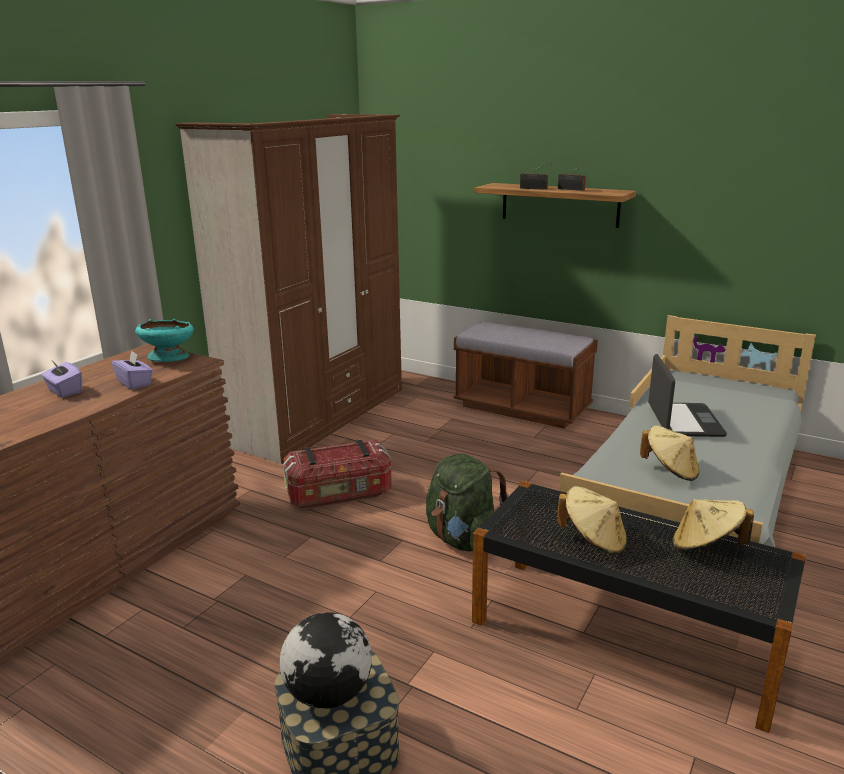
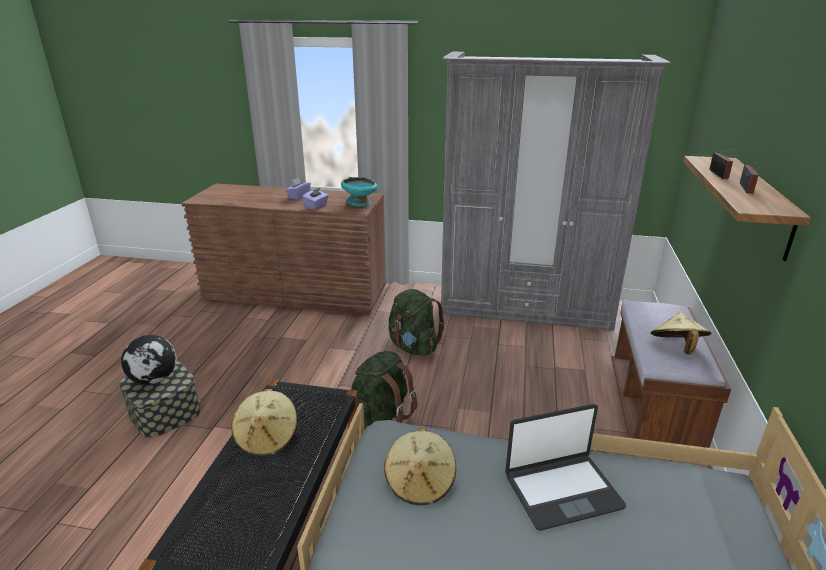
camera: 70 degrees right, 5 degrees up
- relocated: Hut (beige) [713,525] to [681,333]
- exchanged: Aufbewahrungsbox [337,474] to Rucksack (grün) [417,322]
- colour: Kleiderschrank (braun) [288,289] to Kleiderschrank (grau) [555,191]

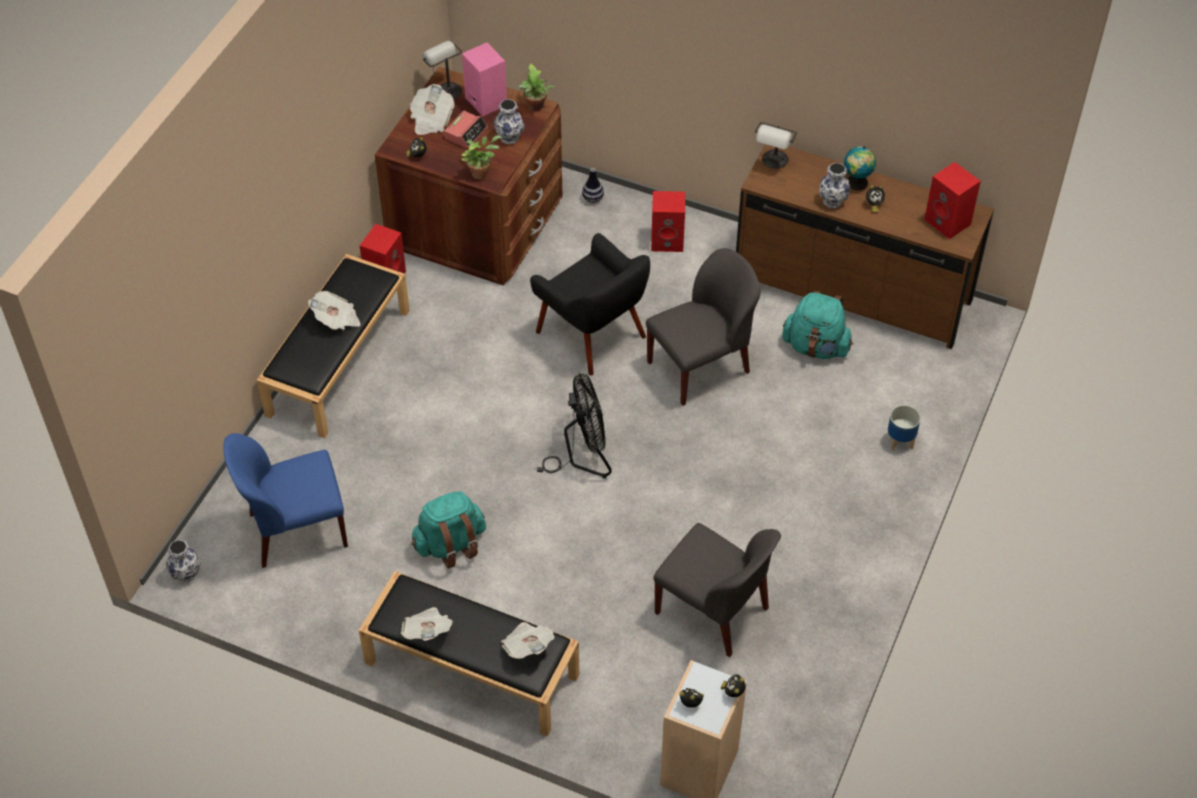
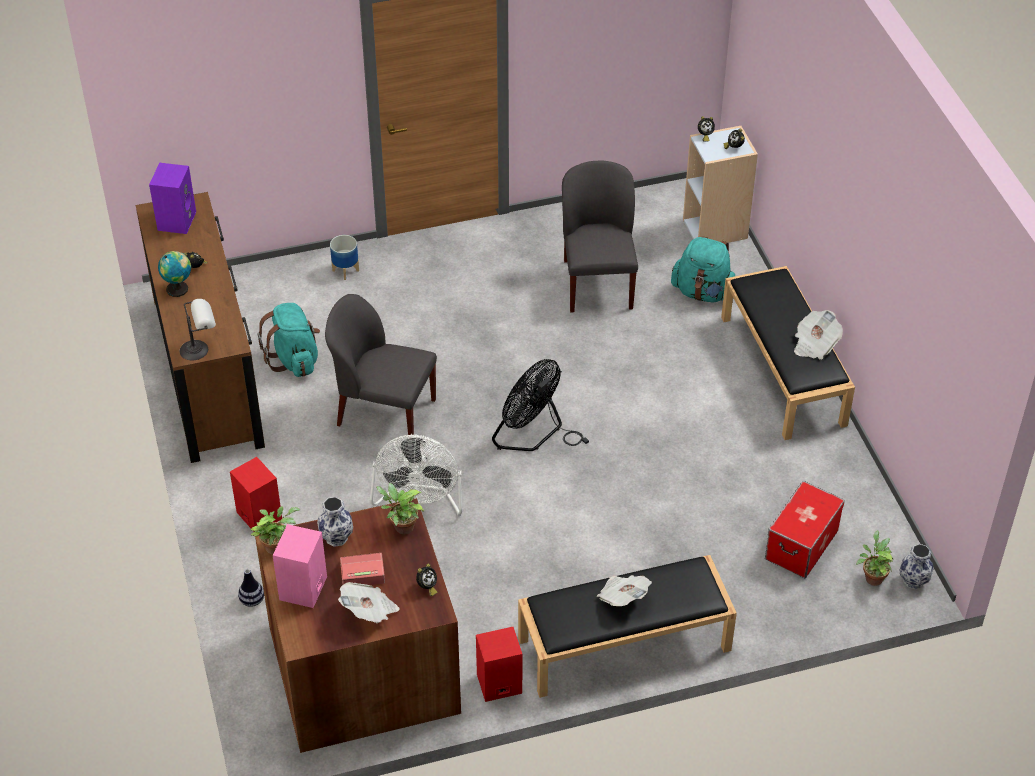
camera: 130 degrees left, 5 degrees down
- missing: Tischlampe [442,70]
- missing: Zeitung [528,640]
- missing: Vase [834,185]
- appeared: Topfpflanze [875,558]
- relocated: Rucksack (türkis) [448,530] to [703,269]
- exchanged: Stuhl (blau) [285,500] to Aufbewahrungsbox [805,529]
- exchanged: Sessel (schwarz) [590,304] to Ventilator (weiß) [416,475]
- colour: Lautsprecher (rot) [952,200] to Lautsprecher (lila) [172,198]

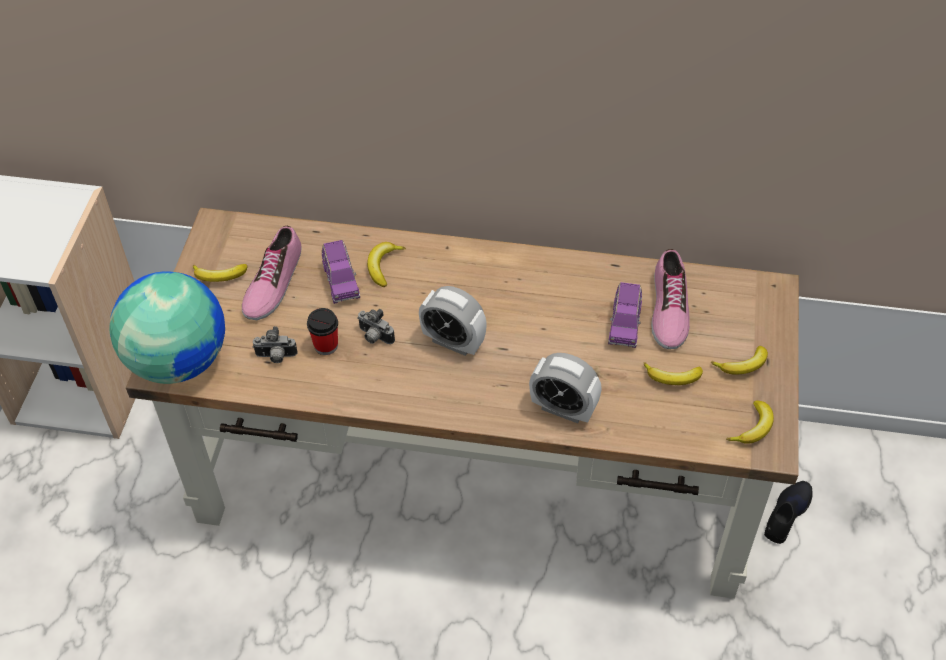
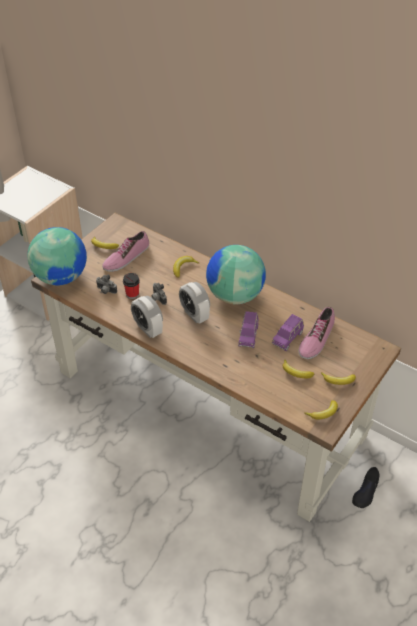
camera: 25 degrees right, 5 degrees down
- appeared: Globus [236,274]
- relocated: Spielzeugauto (lila) [341,272] to [248,329]
- relocated: Wecker [565,388] to [147,317]
- spun: Schuh (schwarz) [788,512] = [365,487] 150 degrees clockwise

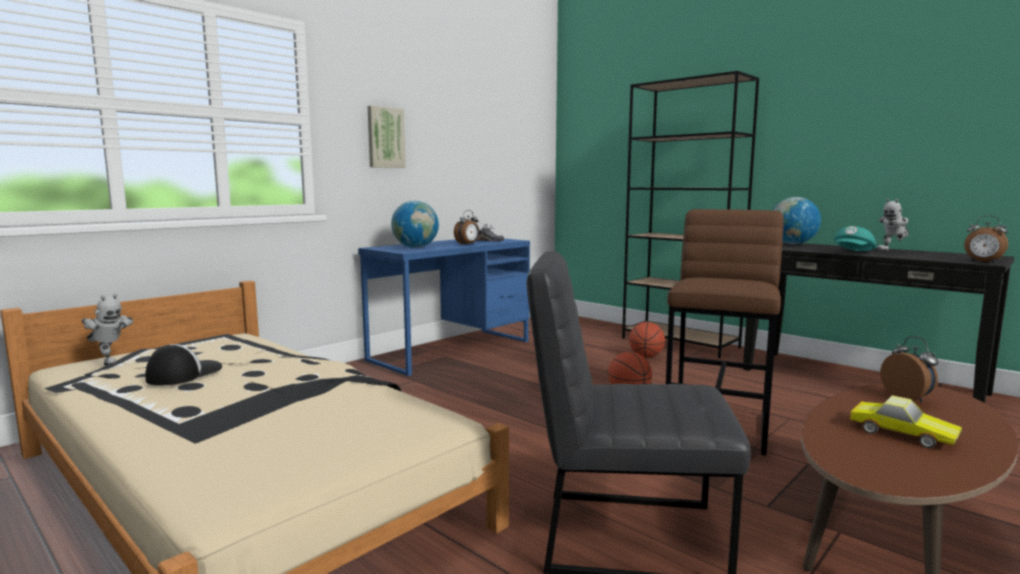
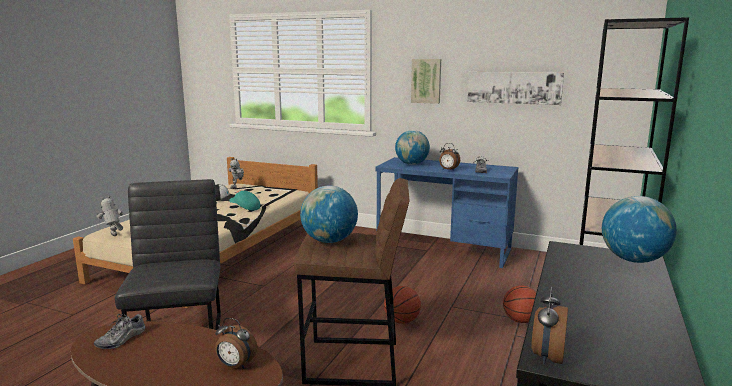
camera: 70 degrees right, 5 degrees up
- missing: Spielzeugauto [906,421]
- appeared: Schuh [119,331]
- appeared: Globus [329,214]
- appeared: Bild [516,88]
- relocated: Kappe (türkis) [855,238] to [244,201]
- relocated: Spielzeugroboter [893,225] to [109,216]
- spun: Wecker [909,369] = [236,343] 60 degrees clockwise

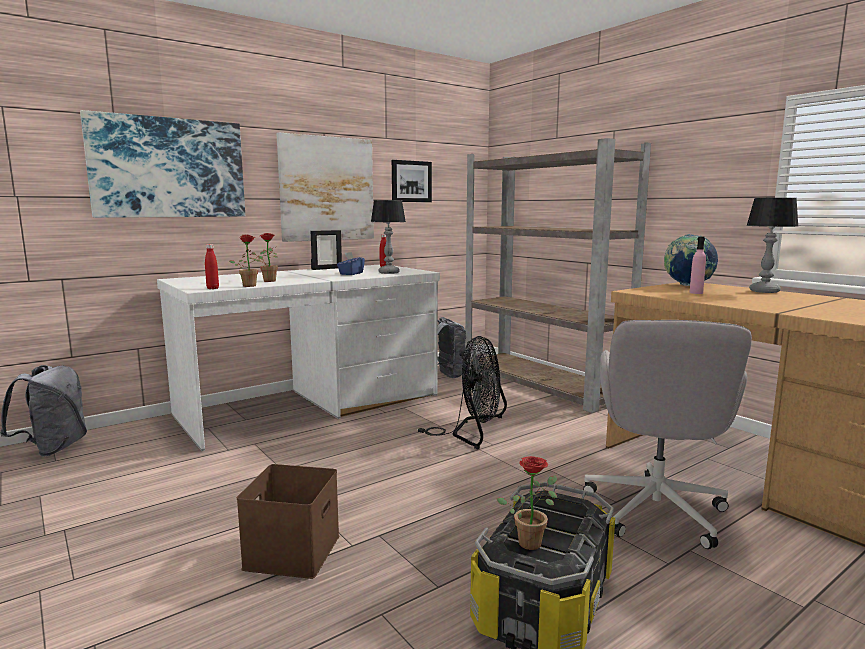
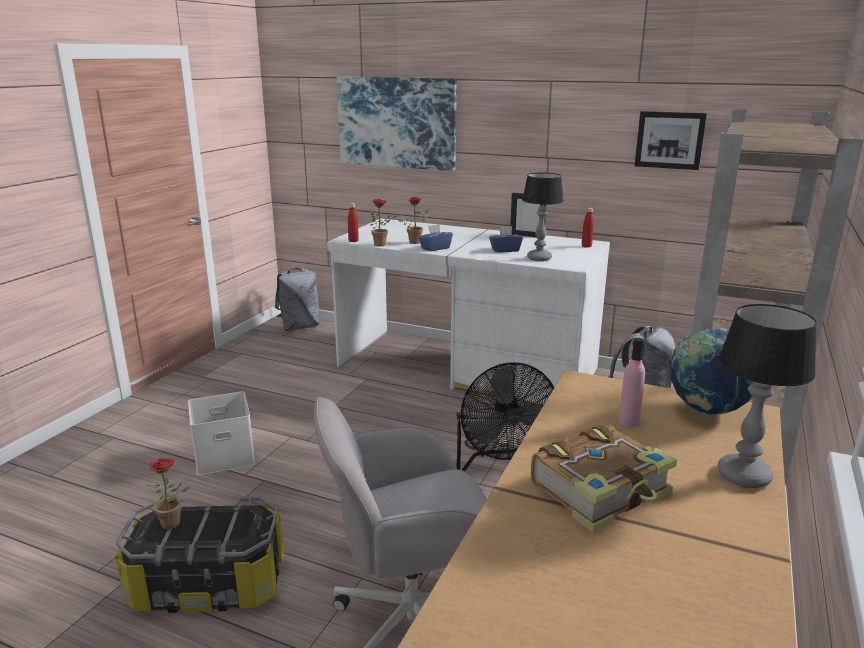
camera: 60 degrees right, 10 degrees up
- missing: Bild [325,187]
- appeared: Taschentuchbox (blau) [435,237]
- appeared: Buch [604,478]
- colour: Aufbewahrungsbox (braun) [288,521] to Aufbewahrungsbox (weiß) [221,433]

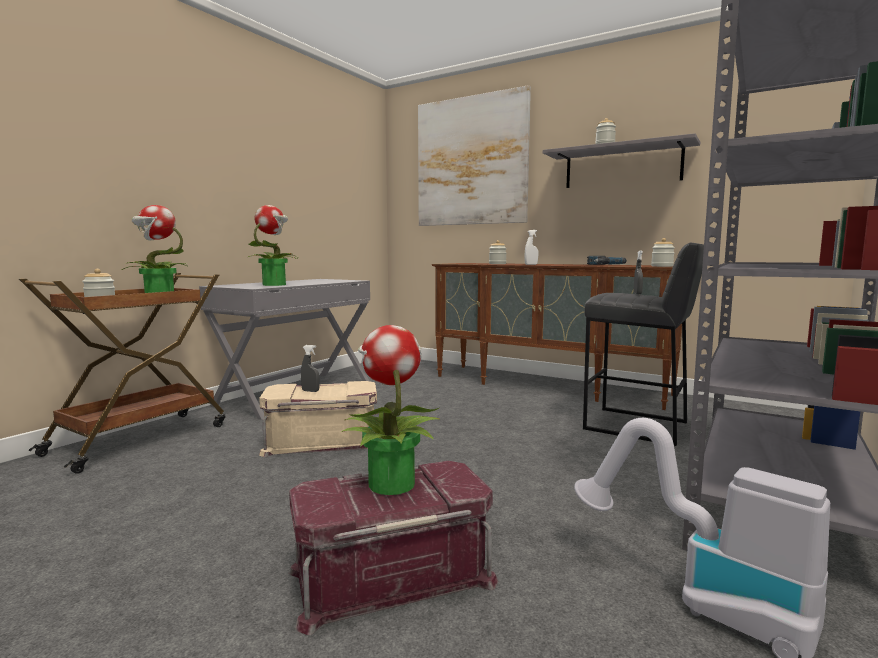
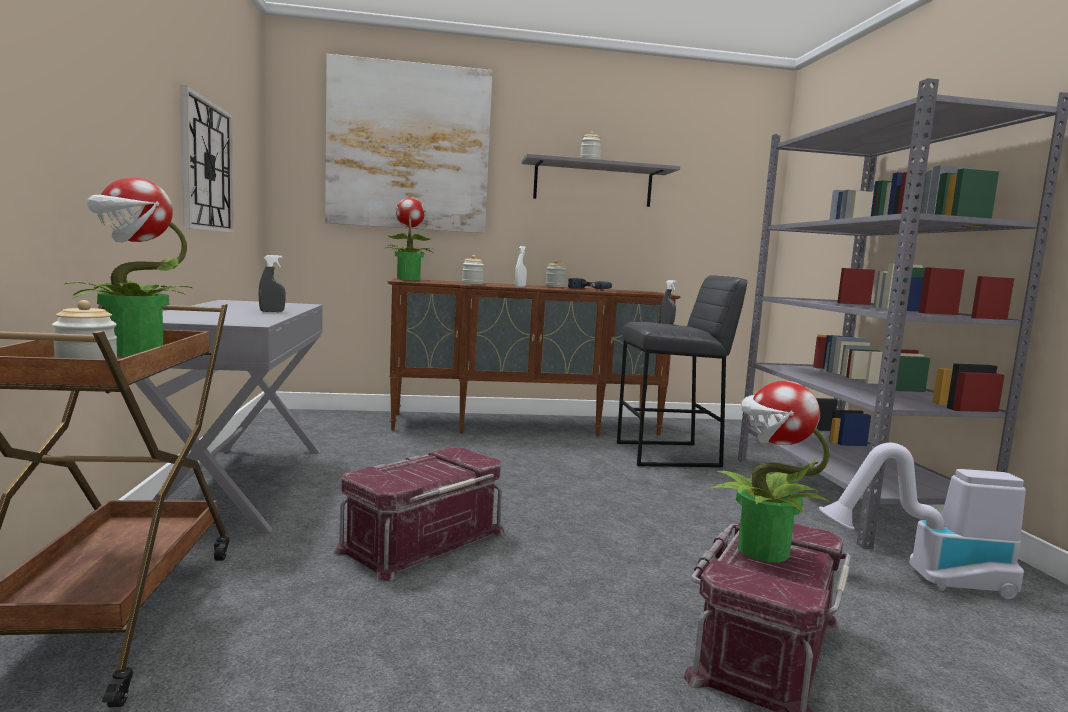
camera: 40 degrees left, 0 degrees up
- appeared: Wanduhr [207,159]
- relocated: Topfpflanze [273,245] to [410,239]
- relocated: Sprühflasche (grau) [310,368] to [272,283]
- relocated: Vorratsglas [663,252] to [556,273]
- colour: Aufbewahrungsbox (beige) [318,419] to Aufbewahrungsbox (rot) [419,514]

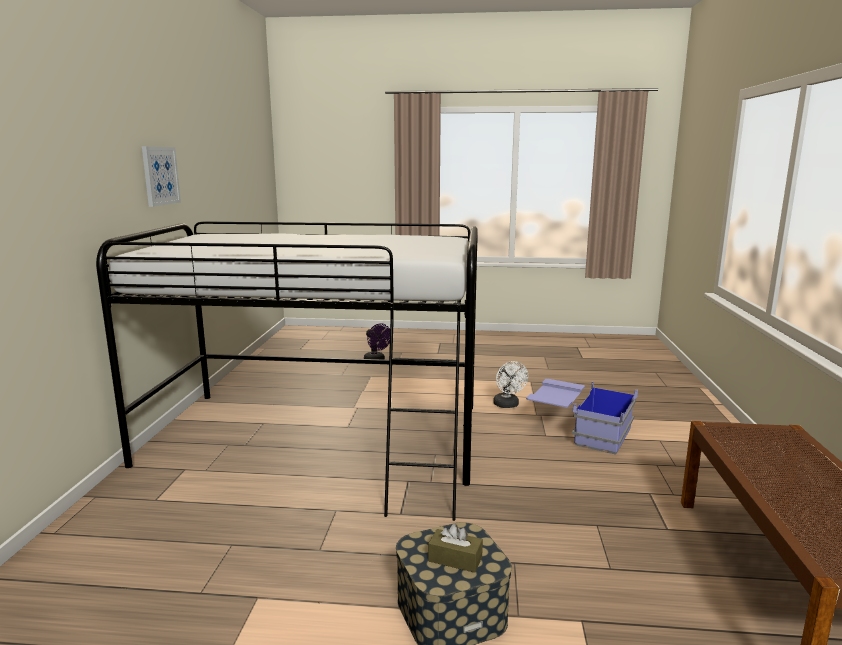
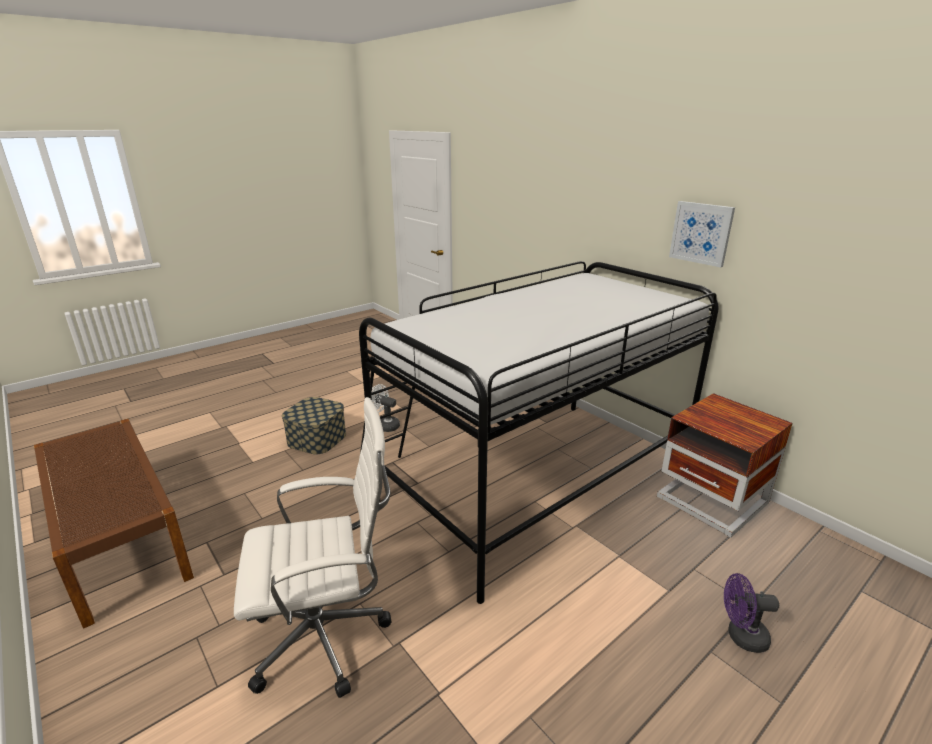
camera: 135 degrees right, 10 degrees up
- missing: Taschentuchbox (braun) [455,548]
- appeared: Nachttisch [725,465]
- relocated: Ventilator (weiß) [510,384] to [385,408]
- exchanged: Aufbewahrungsbox (blau) [582,417] to Bürostuhl (weiß) [313,547]

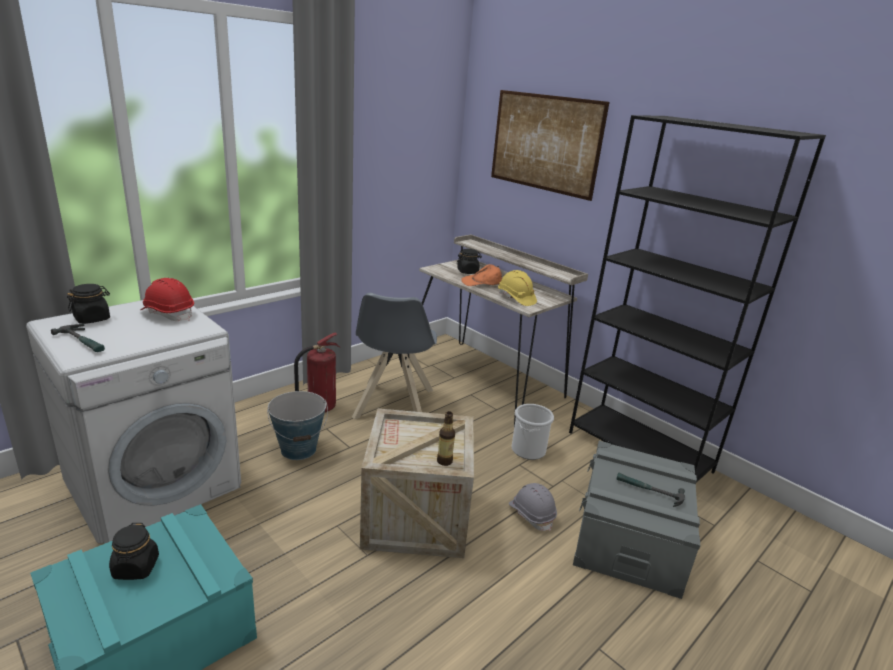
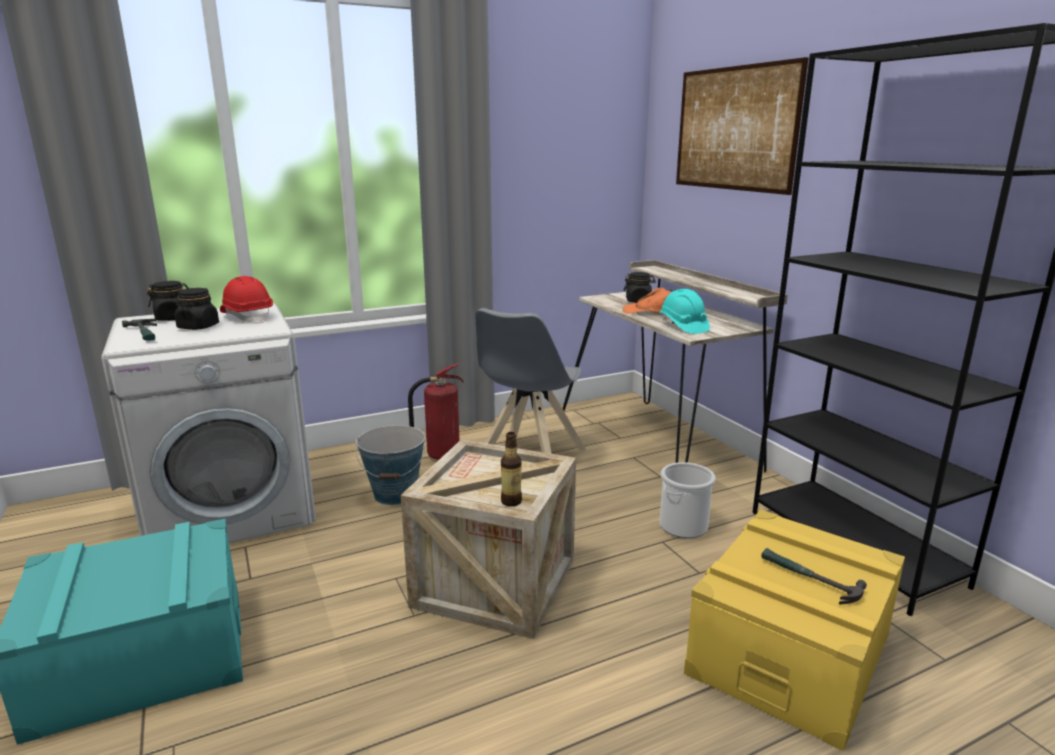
camera: 20 degrees right, 5 degrees down
- missing: Schutzhelm (grau) [533,507]
- relocated: Vorratsglas (schwarz) [134,551] to [197,309]
- colour: Schutzhelm (gelb) [517,288] to Schutzhelm (türkis) [685,311]
- colour: Aufbewahrungsbox (grau) [636,520] to Aufbewahrungsbox (gelb) [794,630]

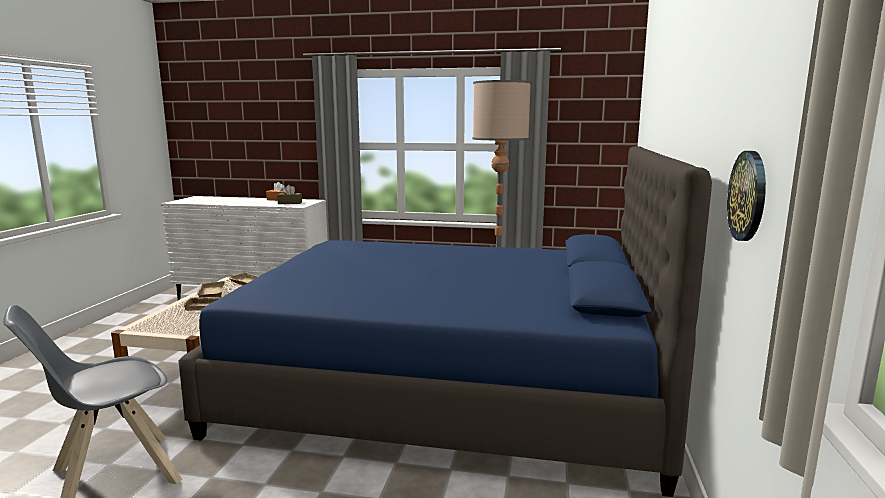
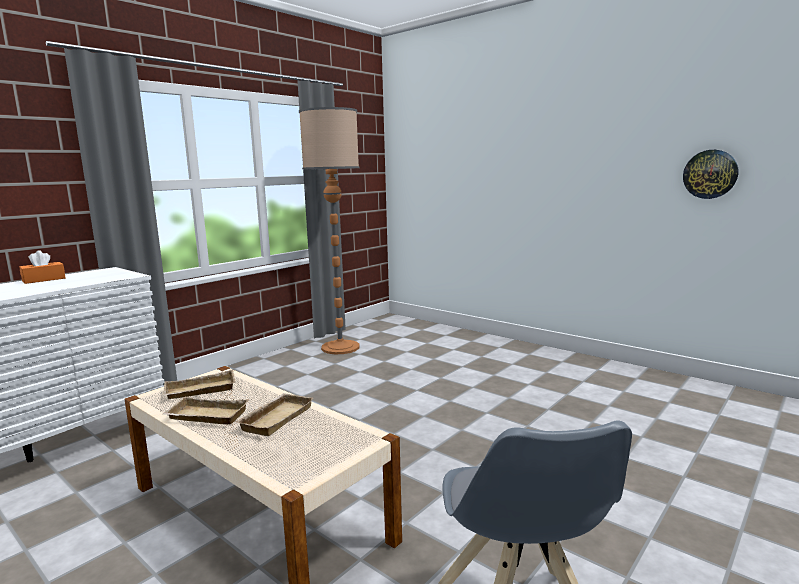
camera: 60 degrees left, 0 degrees up
- missing: Bett (blau) [445,321]
- missing: Taschentuchbox (braun) [289,194]

